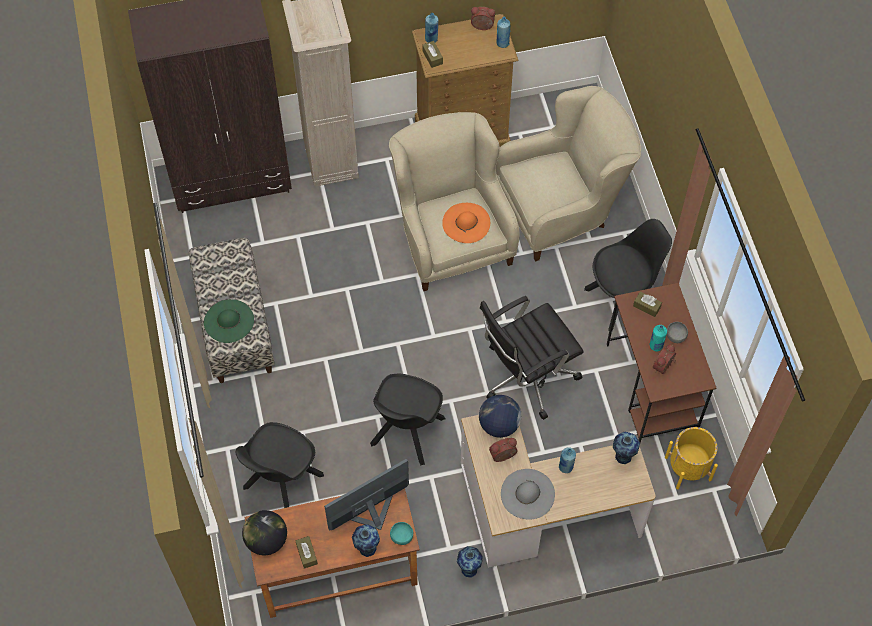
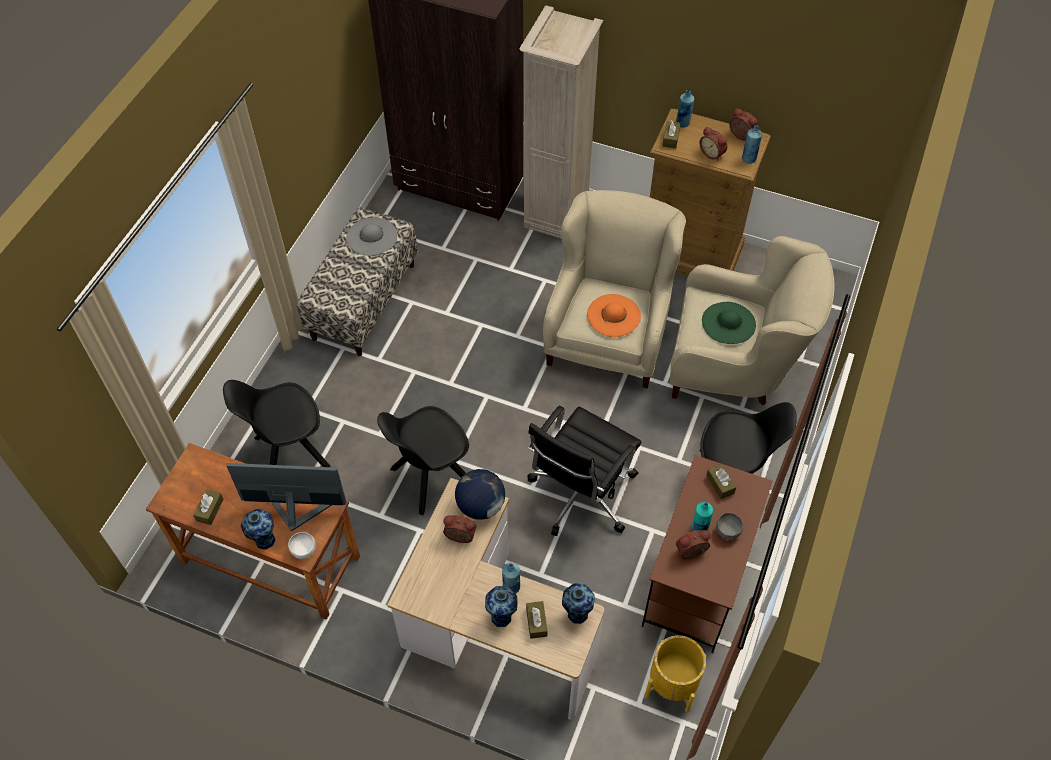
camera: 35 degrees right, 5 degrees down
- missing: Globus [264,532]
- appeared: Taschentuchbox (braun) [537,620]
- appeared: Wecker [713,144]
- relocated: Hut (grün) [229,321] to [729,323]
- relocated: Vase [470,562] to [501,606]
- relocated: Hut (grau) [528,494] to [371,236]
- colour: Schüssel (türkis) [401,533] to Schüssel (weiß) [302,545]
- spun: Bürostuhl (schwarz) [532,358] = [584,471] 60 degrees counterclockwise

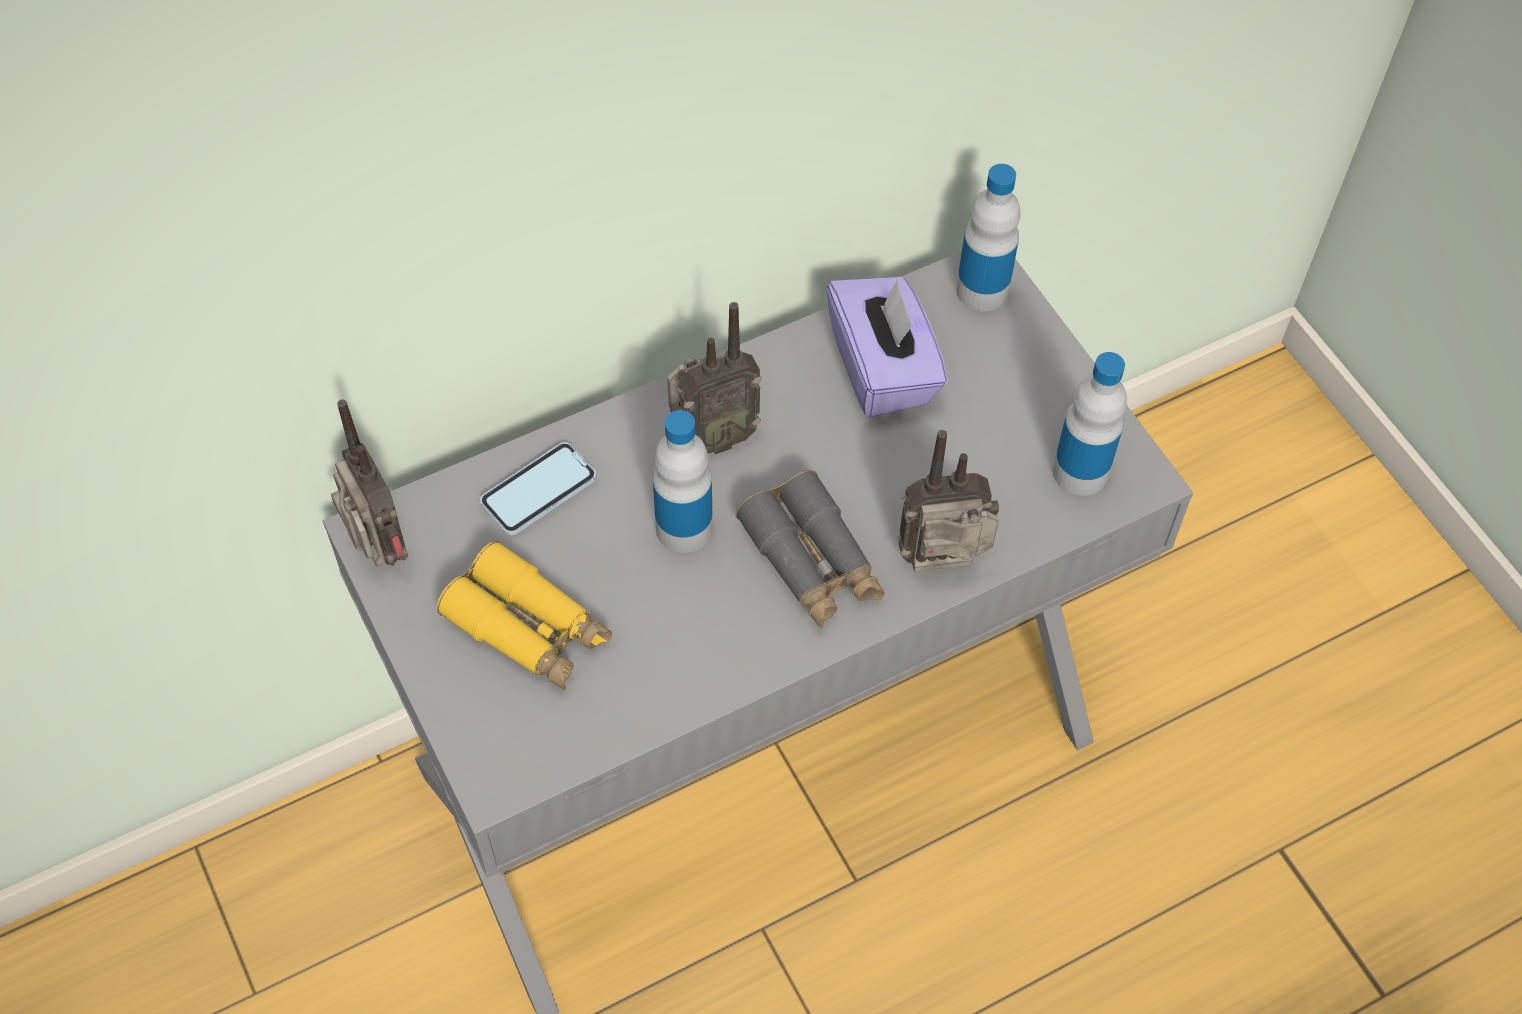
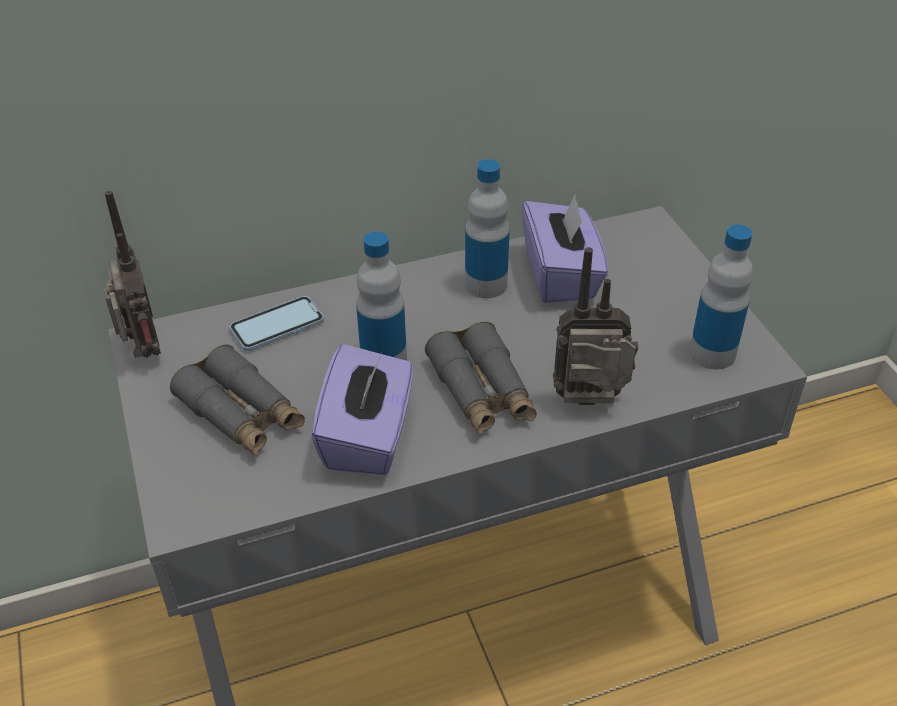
camera: 10 degrees right, 15 degrees down
- missing: Radio [714,378]
- appeared: Taschentuchbox (lila) [362,409]
- relocated: Flasche [988,237] to [487,228]
- colour: Fernglas (gelb) [524,615] to Fernglas (grau) [237,400]

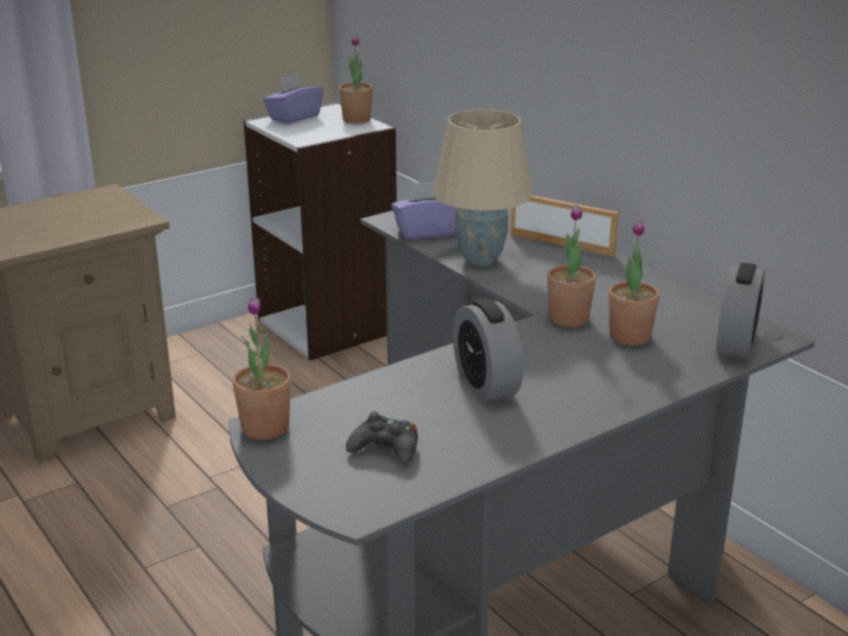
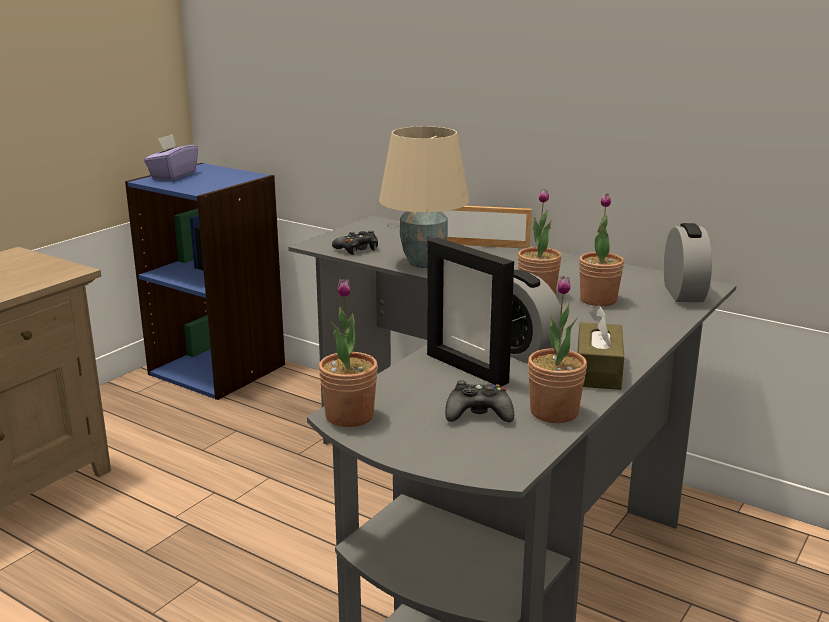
camera: 20 degrees left, 5 degrees down
- appeared: Bilderrahmen [470,311]
- appeared: Taschentuchbox (braun) [600,348]
- relocated: Topfpflanze [356,79] to [557,349]
- exchanged: Taschentuchbox (lila) [424,210] to Gamepad (schwarz) [355,243]
- colour: Bücherregal (weiß) [320,232] to Bücherregal (blau) [205,281]

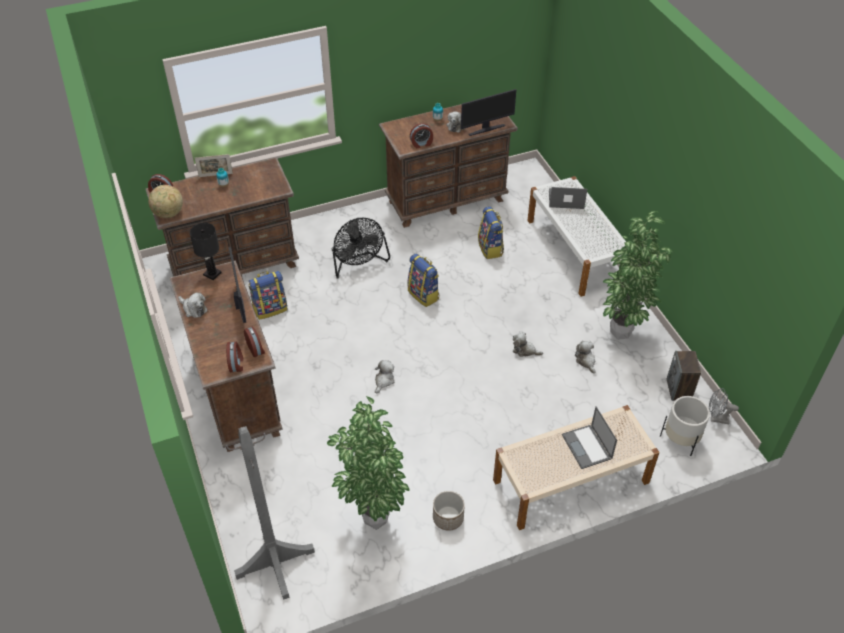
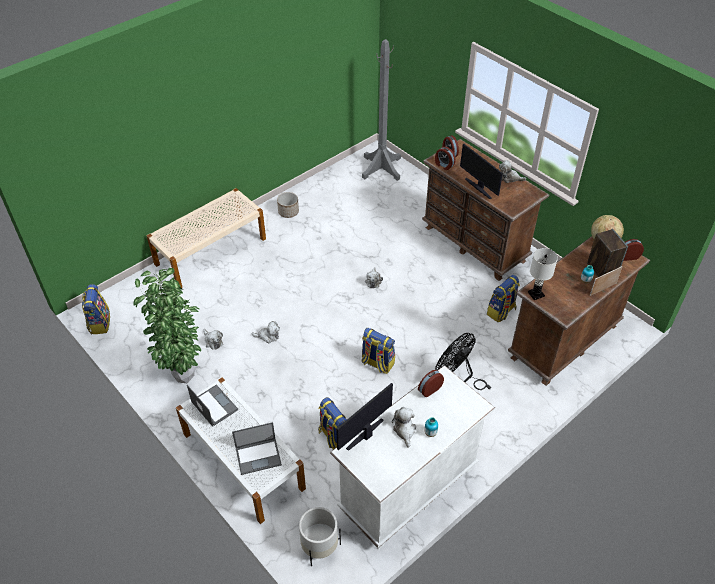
camera: 160 degrees right, 0 degrees up
- missing: Tischlampe (schwarz) [206,251]
- missing: Topfpflanze [368,463]
- appeared: Tischlampe (weiß) [543,274]
- relocated: Laptop [589,438] to [212,405]
- relocated: Pflanzkübel (weiß) [685,426] to [320,536]
- relocated: Lautsprecher [684,376] to [607,253]
- exchanged: Ventilator (grau) [724,406] to Rucksack [96,309]
- colour: Kommode (braun) [448,166] to Kommode (weiß) [412,457]

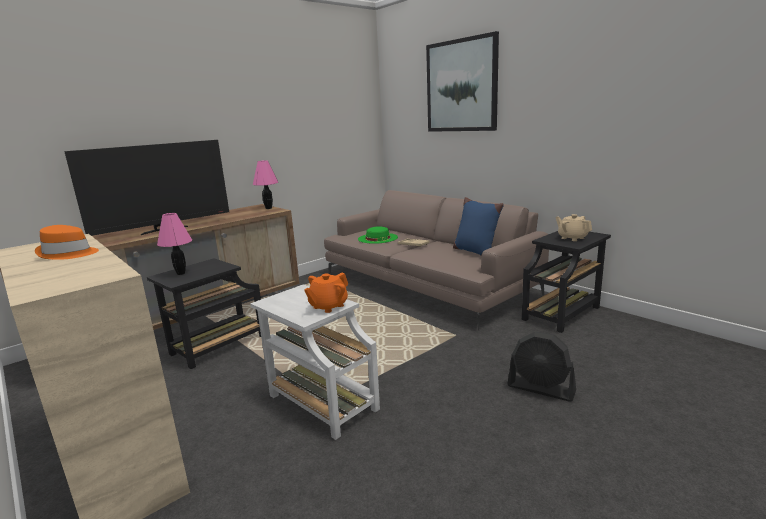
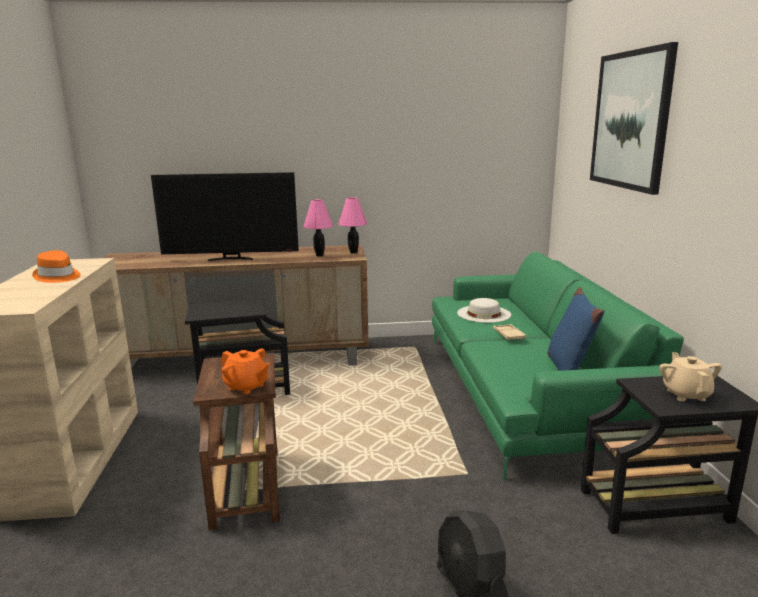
camera: 35 degrees right, 0 degrees up
- relocated: Tischlampe (rosa) [174,244] to [318,227]
- colour: Beistelltisch (weiß) [315,362] to Beistelltisch (braun) [236,442]
- colour: Sofa (beige) [436,260] to Sofa (grün) [558,366]
- colour: Hut (grün) [378,235] to Hut (weiß) [484,310]
- spun: Teekanne (orange) [326,293] = [245,371] 135 degrees counterclockwise

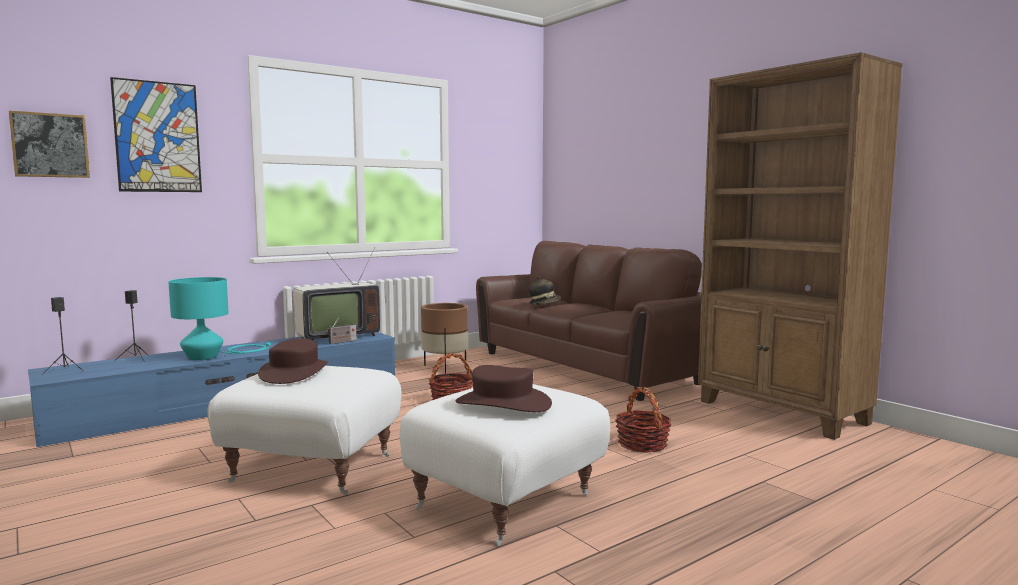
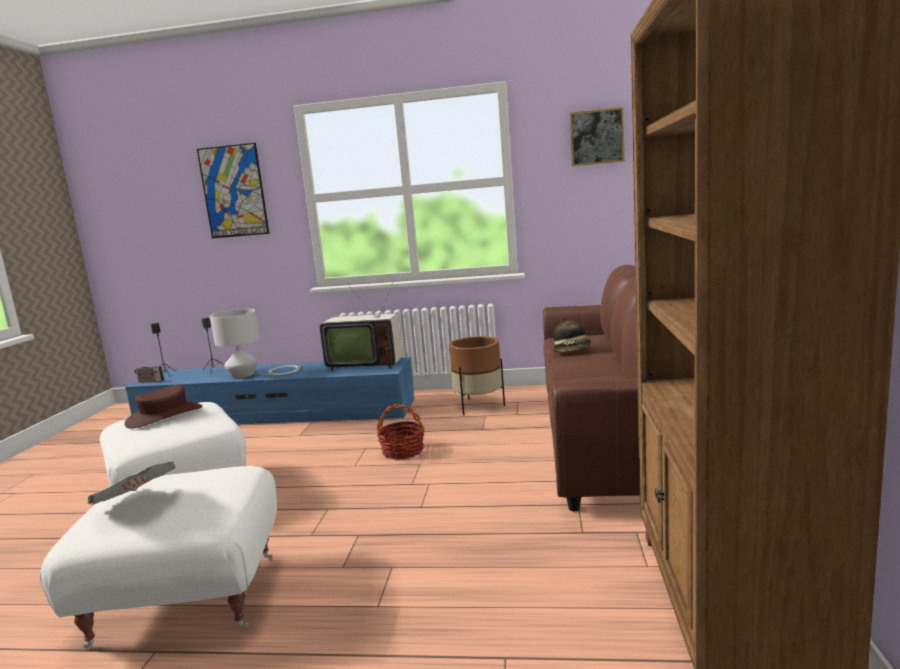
camera: 45 degrees right, 5 degrees up
- missing: Korb [643,420]
- relocated: Bild [49,144] to [597,136]
- relocated: Radio [341,330] to [149,371]
- exchanged: Hut (braun) [503,388] to Zeitung [132,483]
- colour: Tischlampe (türkis) [220,318] to Tischlampe (grau) [255,343]

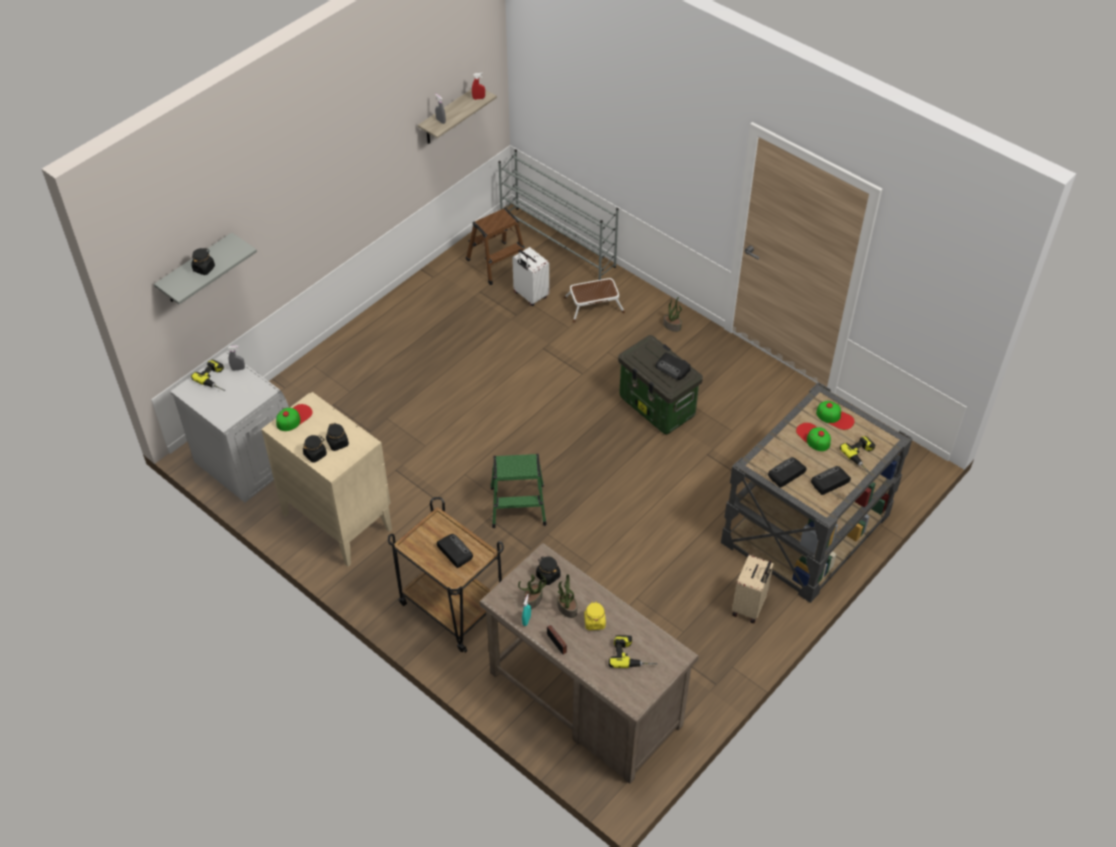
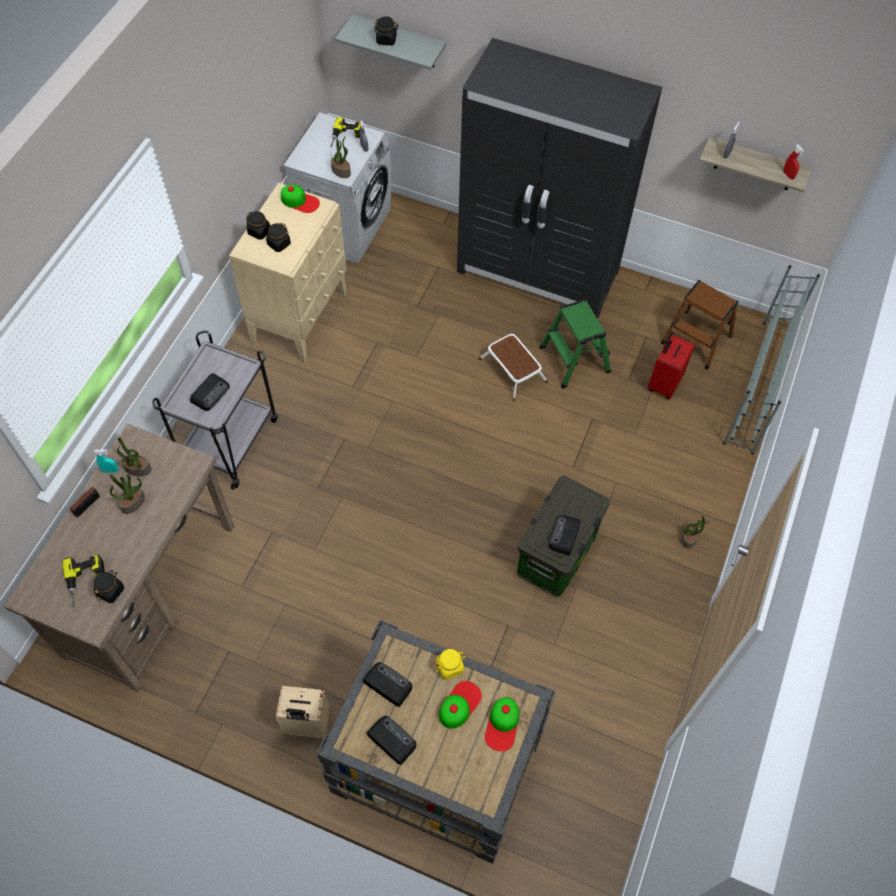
camera: 70 degrees right, 10 degrees up
- missing: Bohrmaschine [857,455]
- appeared: Topfpflanze [341,157]
- appeared: Schrank (schwarz) [559,178]
- relocated: Trittleiter (grün) [518,491] to [575,344]
- relocated: Vorratsglas (schwarz) [548,570] to [108,586]
- relocated: Trittleiter (braun) [594,300] to [513,368]
- relocated: Vorratsglas (gelb) [595,615] to [450,664]
- colour: Rollwagen (braun) [446,575] to Rollwagen (grau) [215,410]
- colour: Koffer (weiß) [530,276] to Koffer (rot) [671,365]

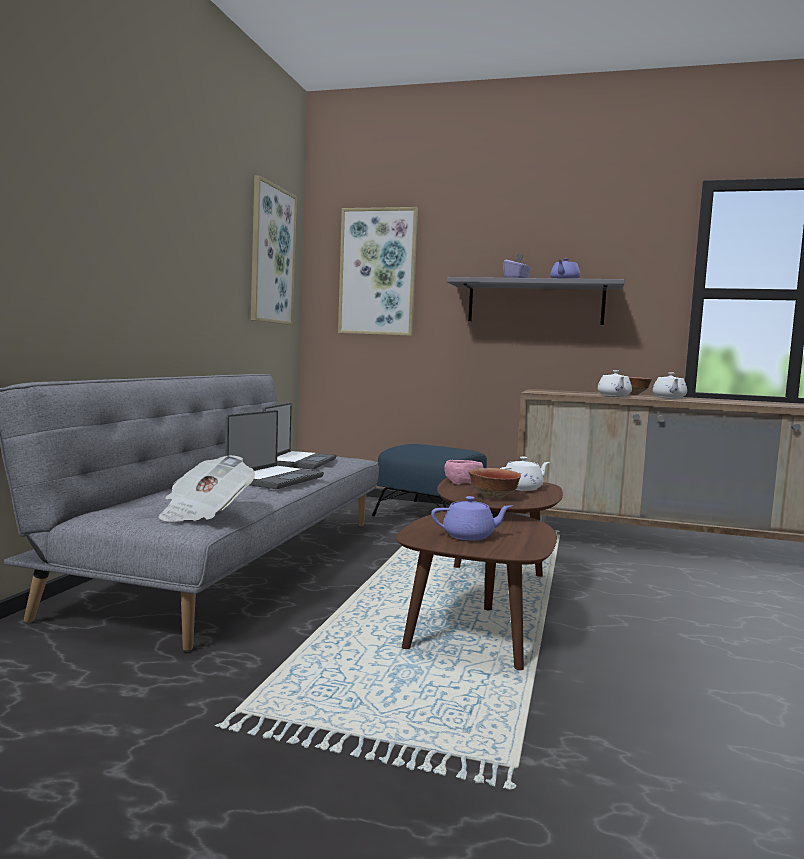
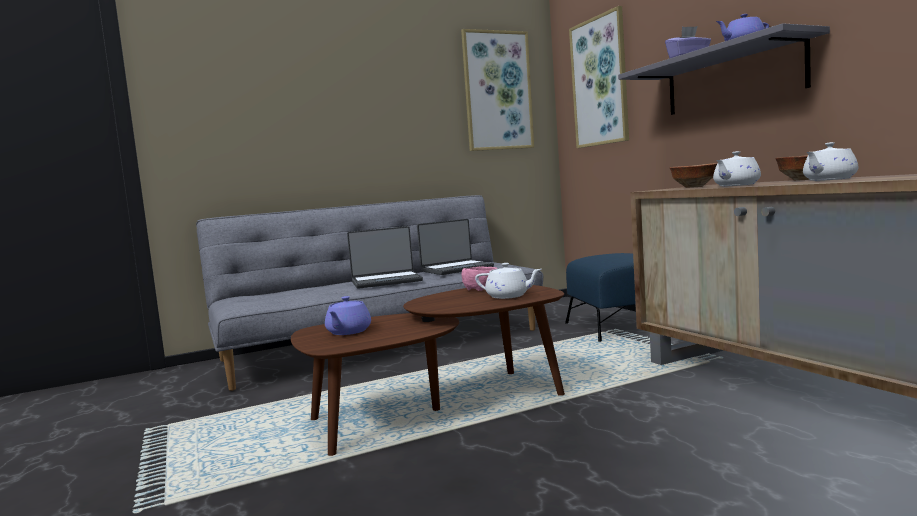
camera: 50 degrees right, 0 degrees up
- missing: Zeitung [207,488]
- relocated: Schüssel [495,483] to [693,175]
- spun: Teekanne (lila) [471,518] = [348,315] 60 degrees clockwise

